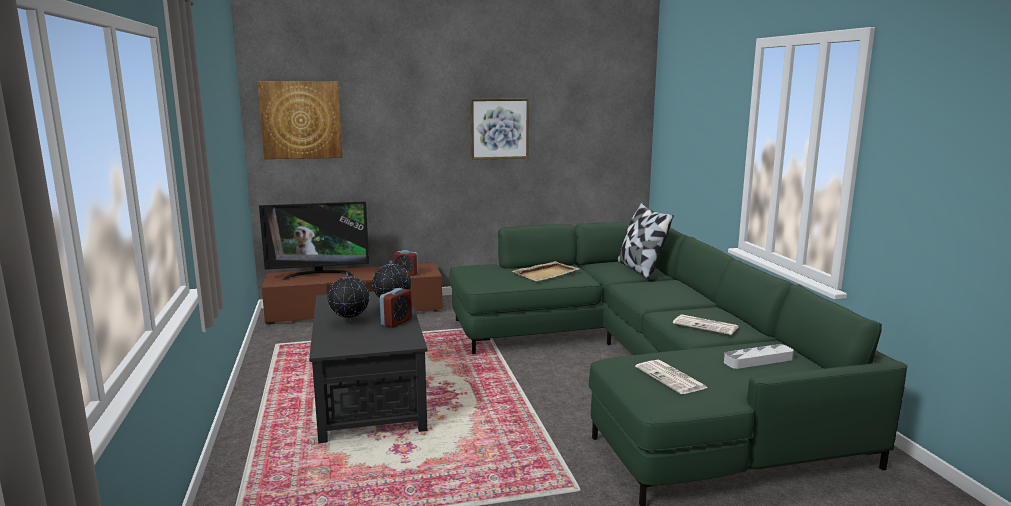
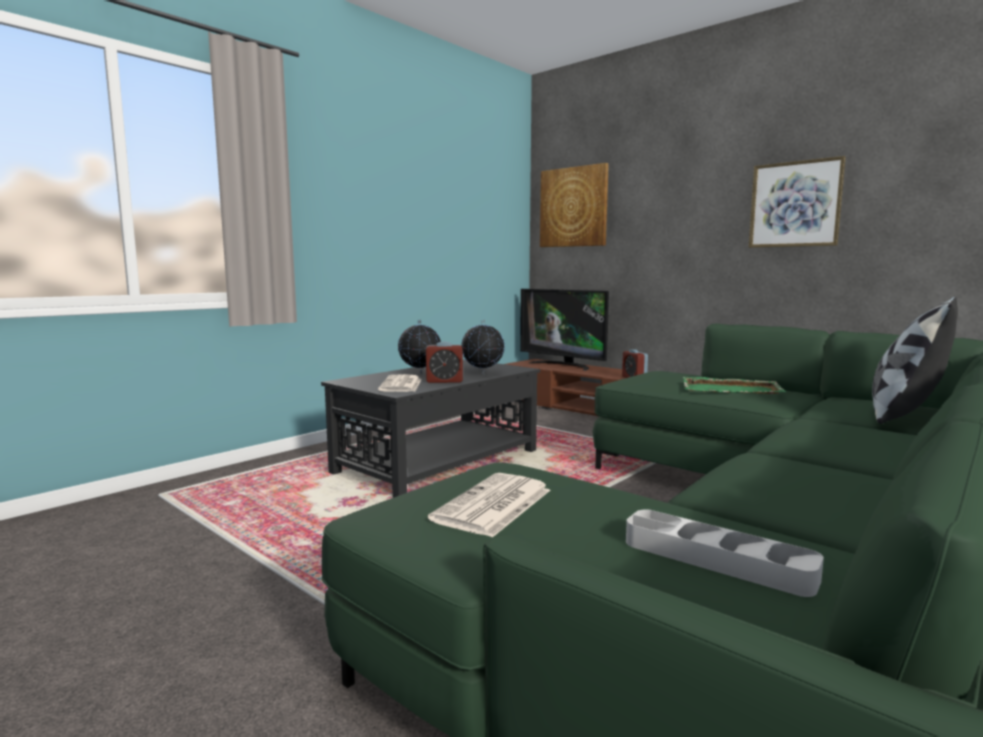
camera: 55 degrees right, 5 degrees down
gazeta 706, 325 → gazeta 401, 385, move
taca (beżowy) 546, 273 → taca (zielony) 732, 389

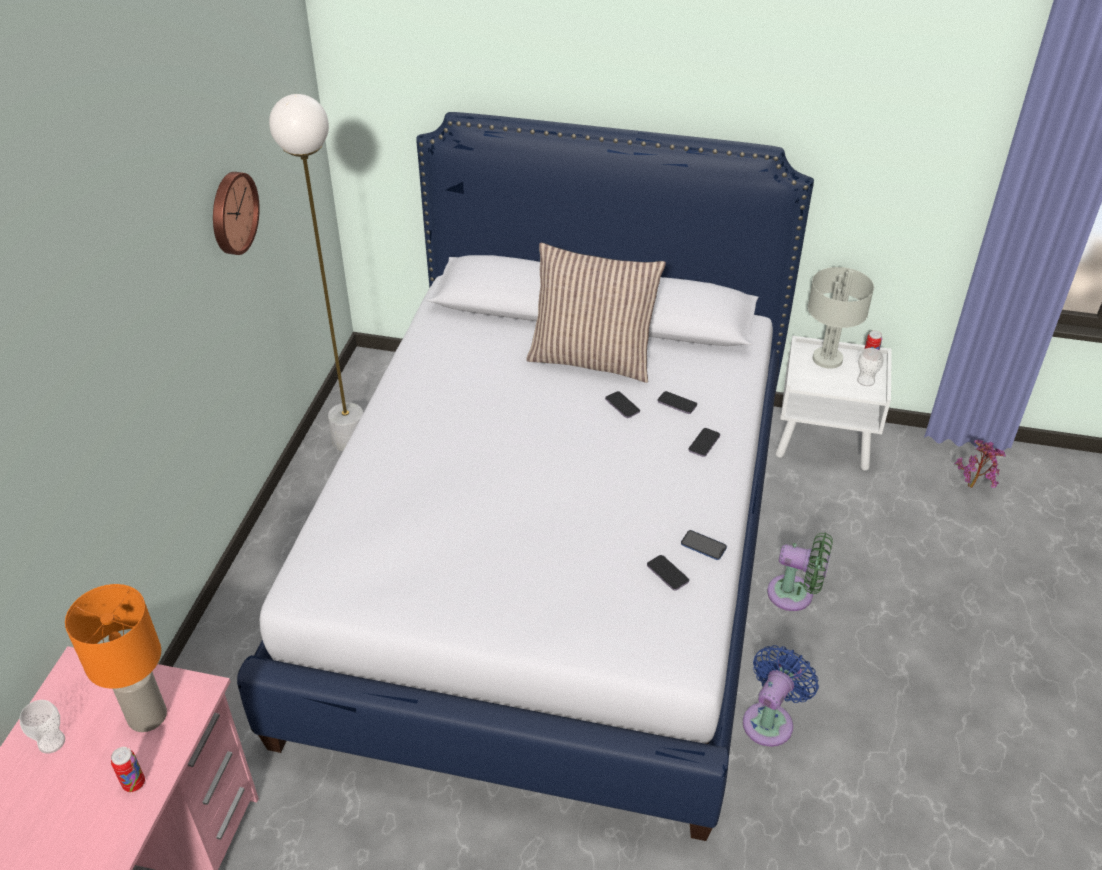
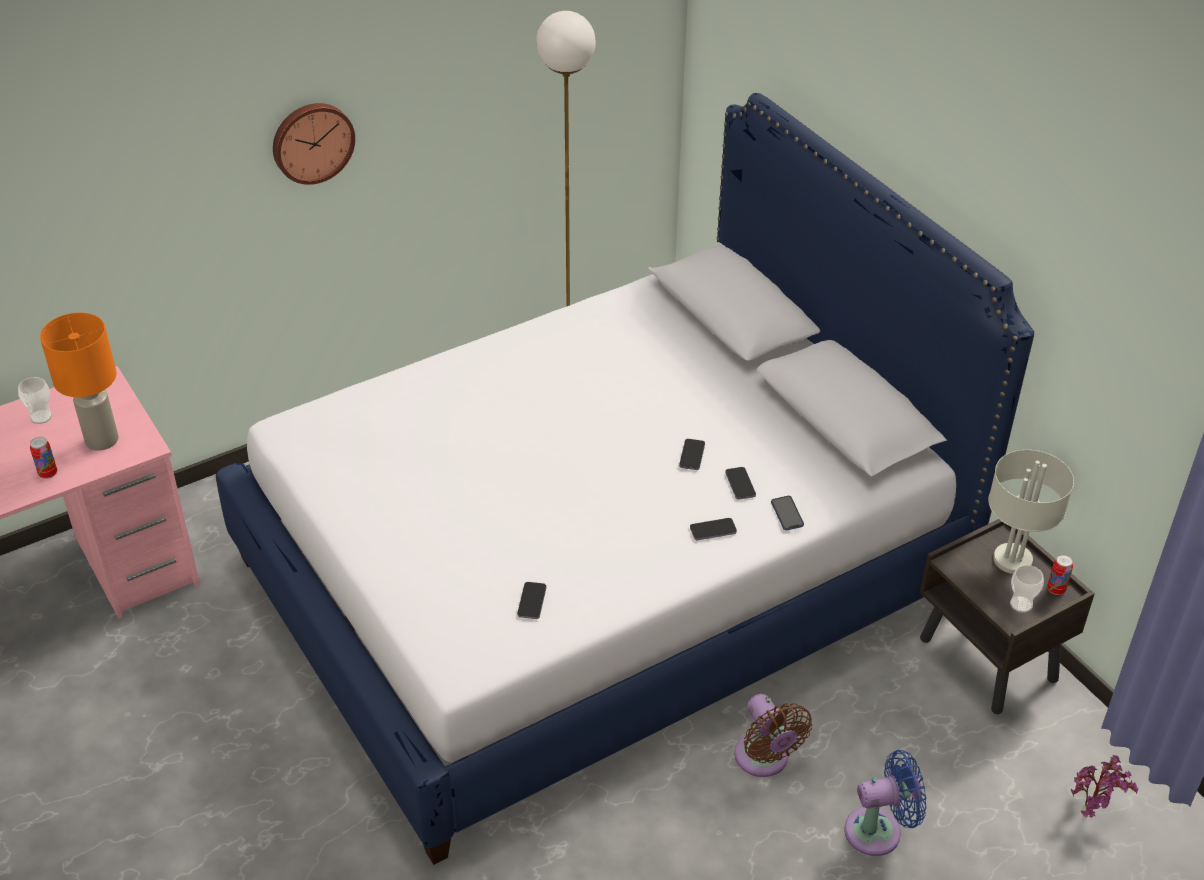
camera: 45 degrees right, 0 degrees up
zegar ścienny 232, 213 → zegar ścienny 312, 141, move
wentylator (zielony) 795, 595 → wentylator (brązowy) 764, 760
telefon 703, 546 → telefon 787, 514, move
wentylator (niebieski) 770, 720 → wentylator (niebieski) 879, 831, move
szafka nocna (biały) 824, 442 → szafka nocna (brązowy) 989, 660
poduszka 592, 359 → -

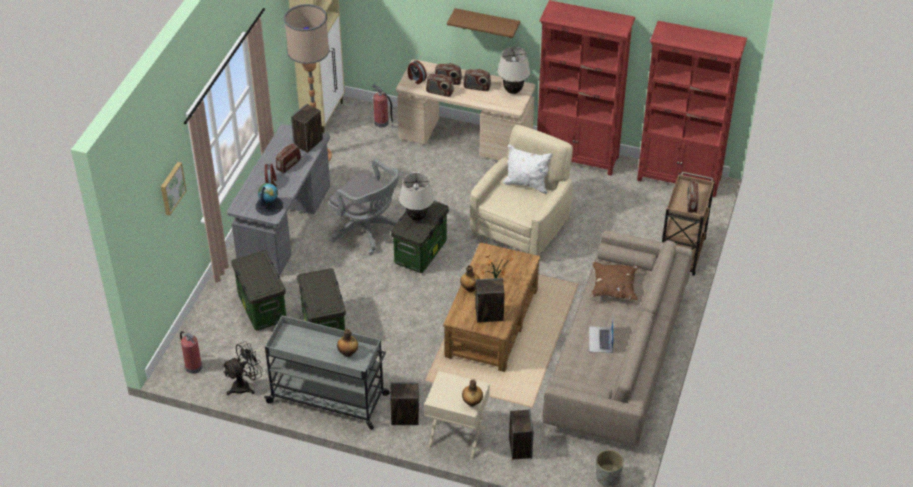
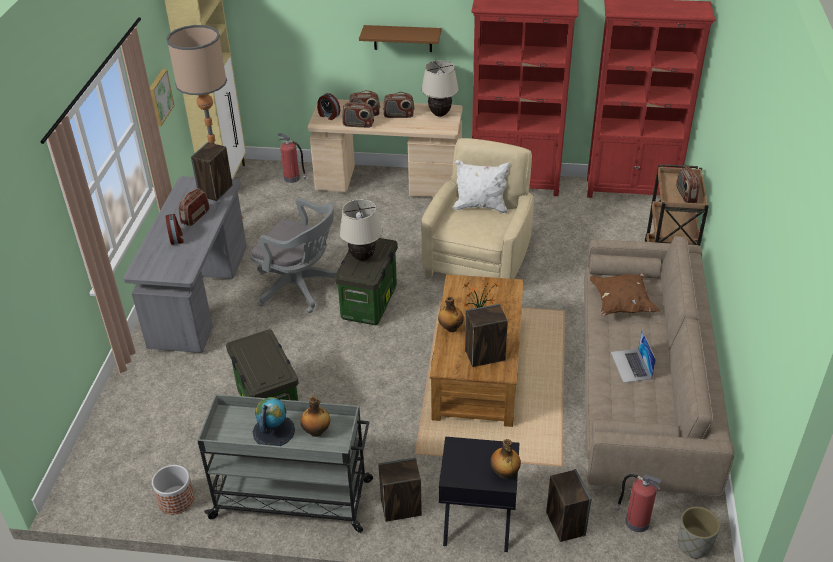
camera: 10 degrees left, 5 degrees down
obraz 171, 188 → obraz 159, 97, move
wentylator (czarny) 245, 385 → donica 176, 500
globus 269, 205 → globus 273, 431, move
szafka nocna (beżowy) 456, 438 → szafka nocna (czarny) 477, 524
gaśnica 193, 366 → gaśnica 636, 521, move
pojemnik do przechowywania 261, 308 → -

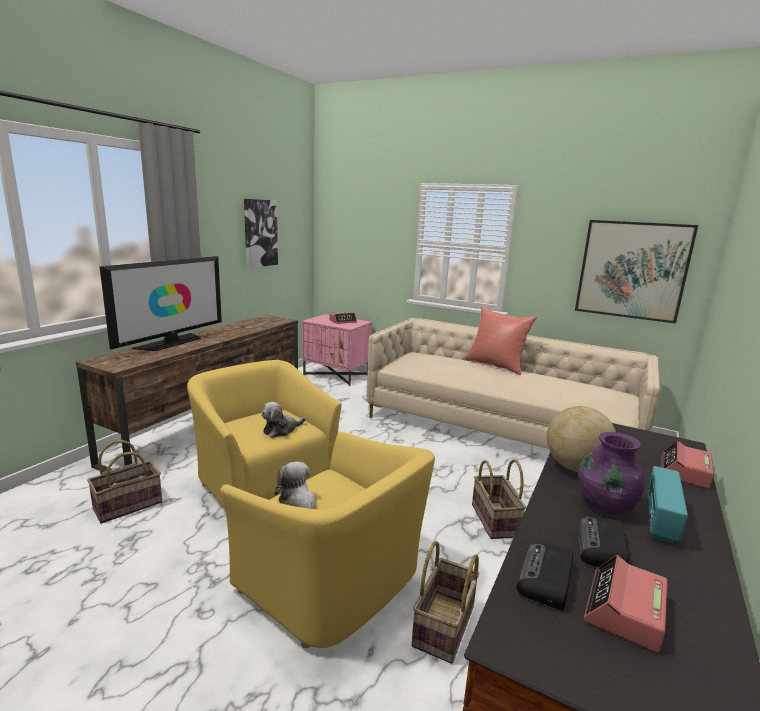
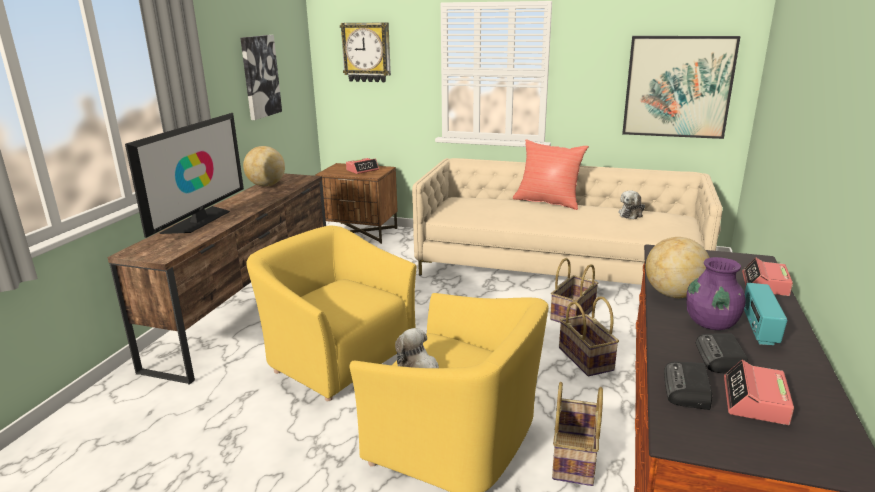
camera: 10 degrees left, 5 degrees up
- → globus 266, 185
szafka nocna (różowy) 336, 375 → szafka nocna (brązowy) 360, 233
- → zegar ścienny 366, 52
koszyk 128, 505 → koszyk 572, 313, move
pluszak 281, 430 → pluszak 631, 214, move

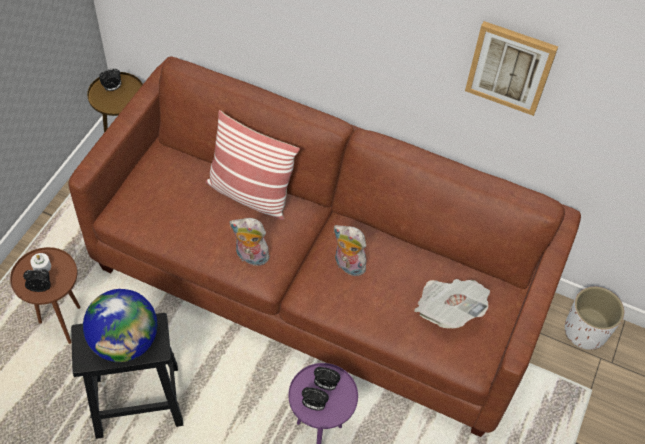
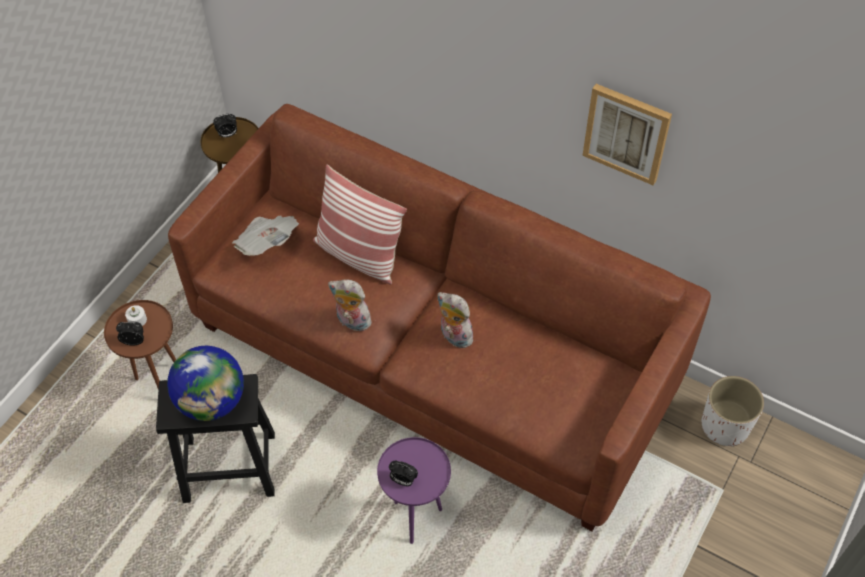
camera: 10 degrees right, 0 degrees up
gazeta 448, 309 → gazeta 267, 244, move
budzik 325, 385 → -

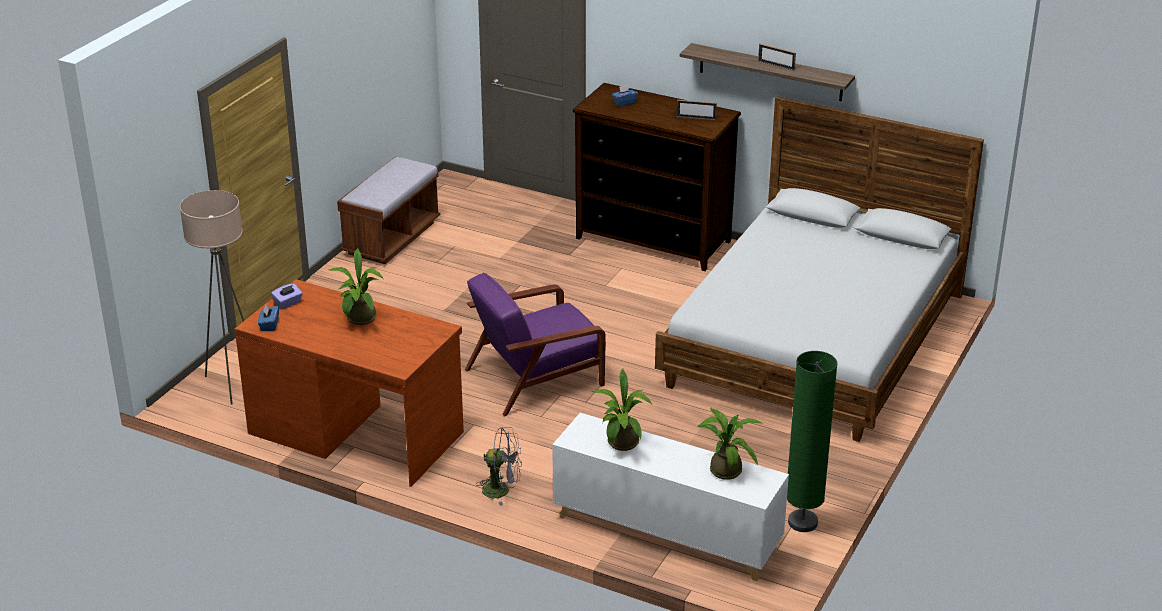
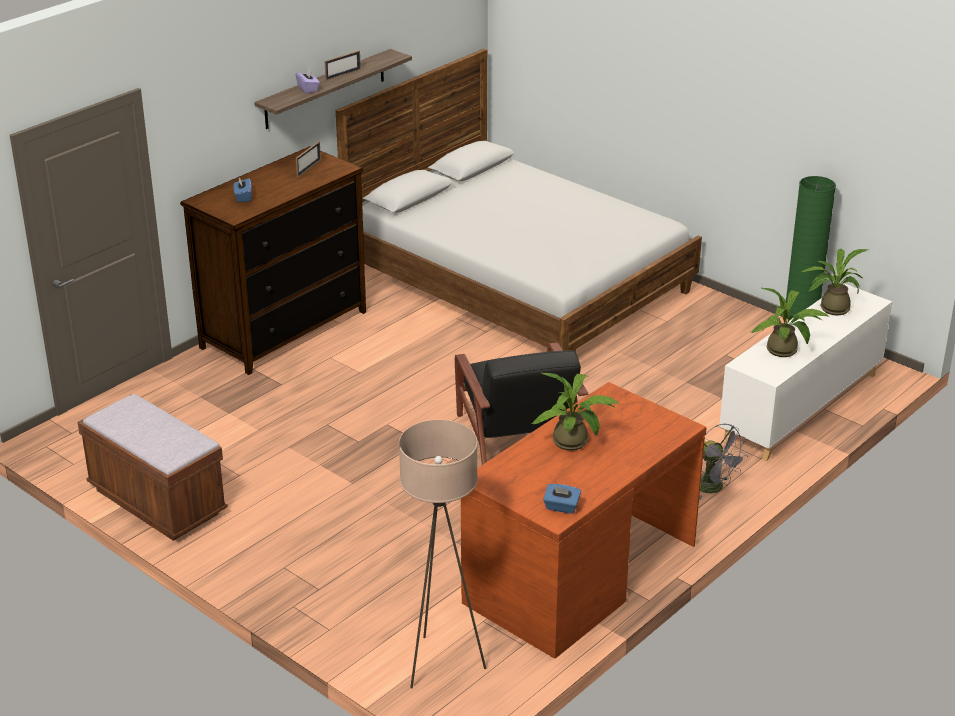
camera: 75 degrees left, 0 degrees up
pudełko chusteczek (fioletowy) 288, 303 → pudełko chusteczek (fioletowy) 308, 89, move
fotel (fioletowy) 537, 376 → fotel (czarny) 518, 439
wentylator (szary) 502, 490 → wentylator (szary) 714, 488, 120 degrees clockwise

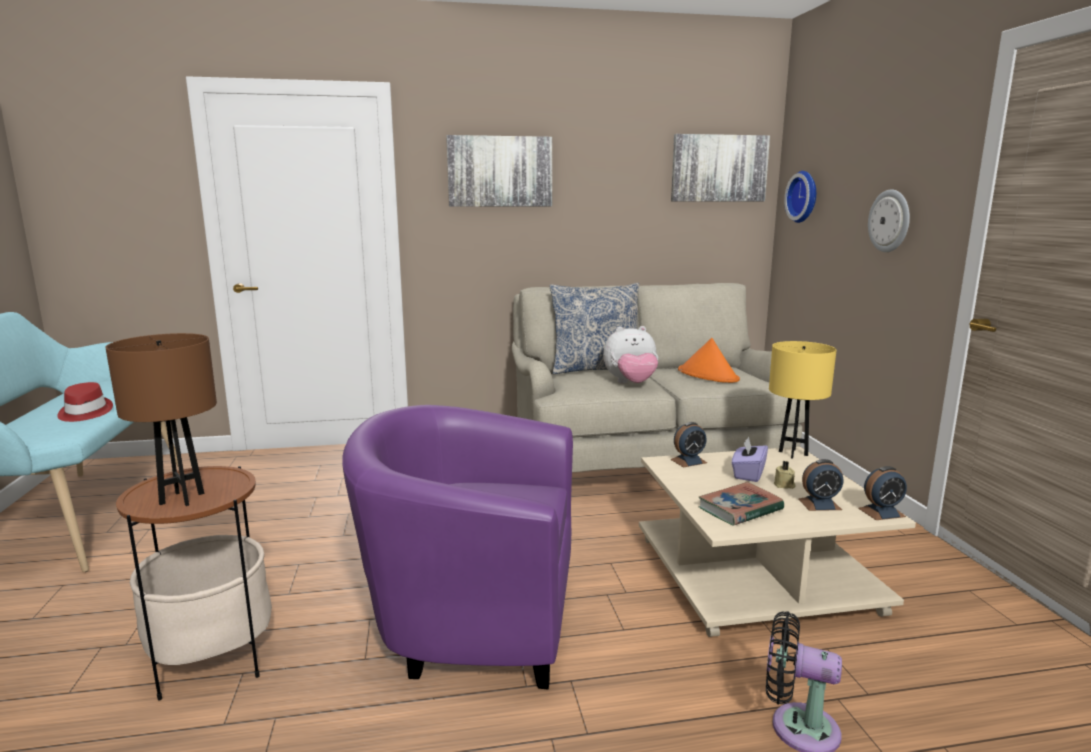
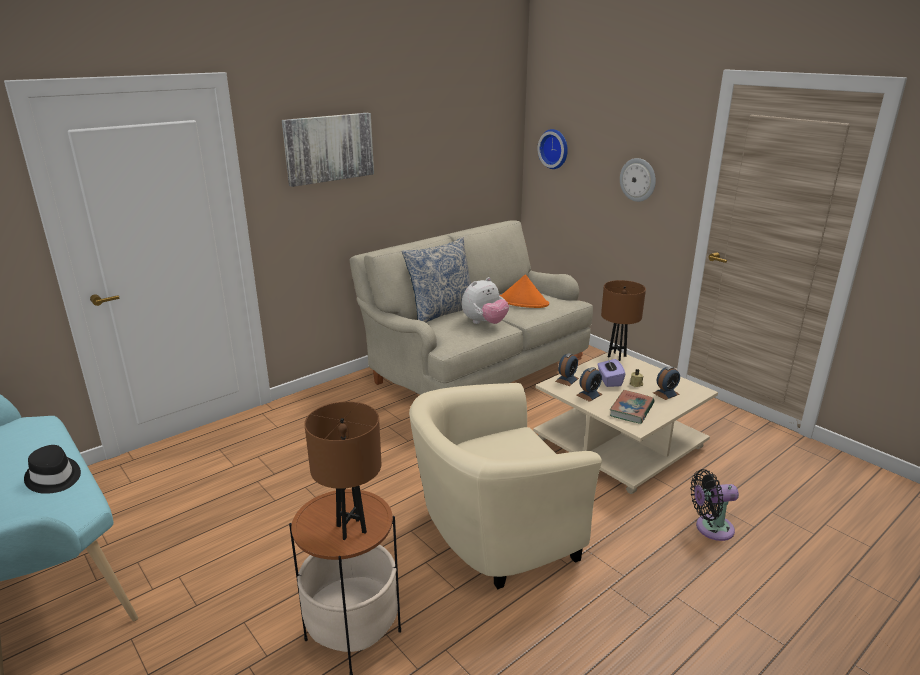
camera: 30 degrees left, 10 degrees up
kapelusz (czerwony) 84, 413 → kapelusz (czarny) 53, 478
fotel (fioletowy) 471, 620 → fotel (beżowy) 492, 536
budzik 881, 512 → budzik 589, 395, move
lampa stołowa (żółty) 793, 453 → lampa stołowa (brązowy) 617, 356
obraz 719, 168 → -

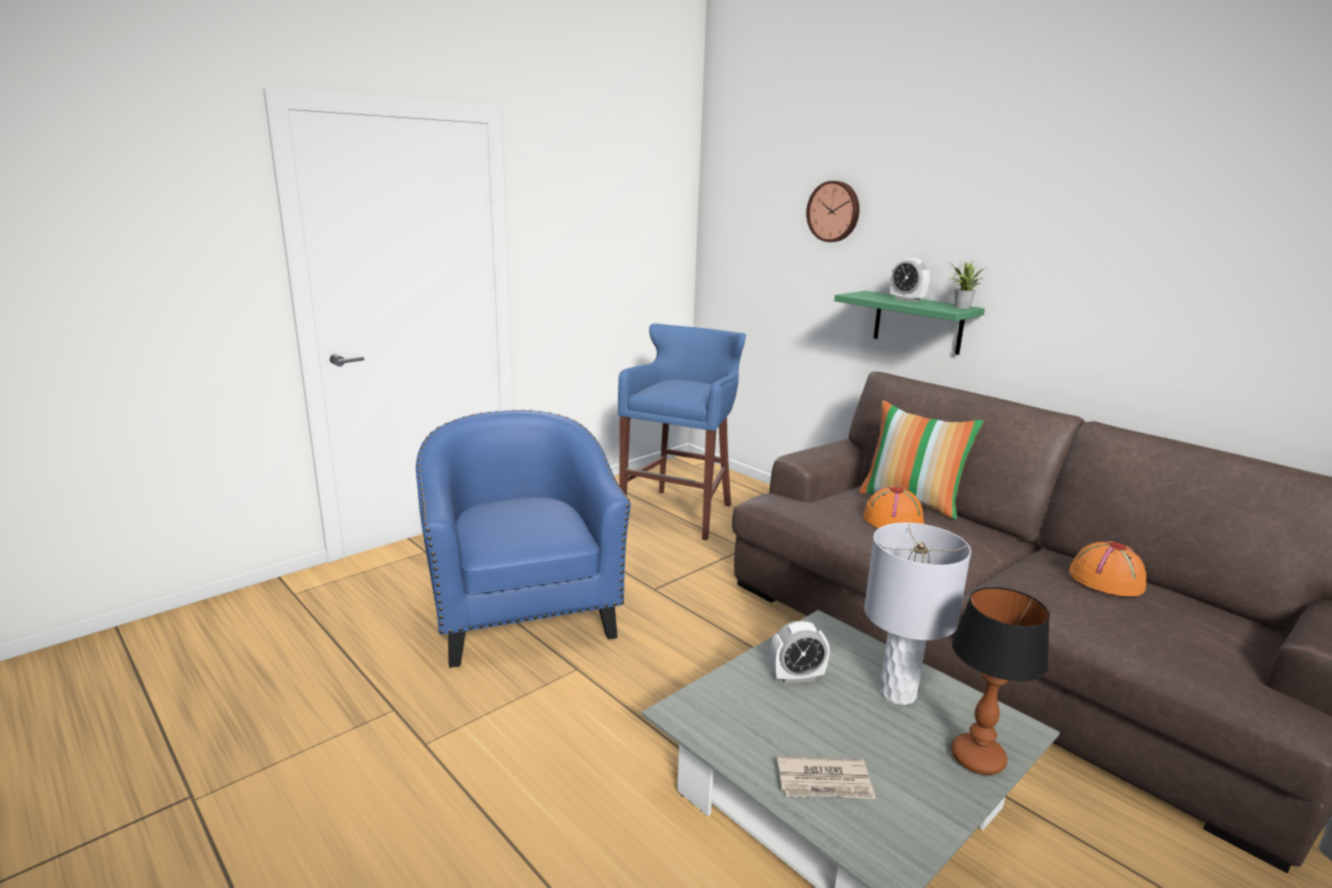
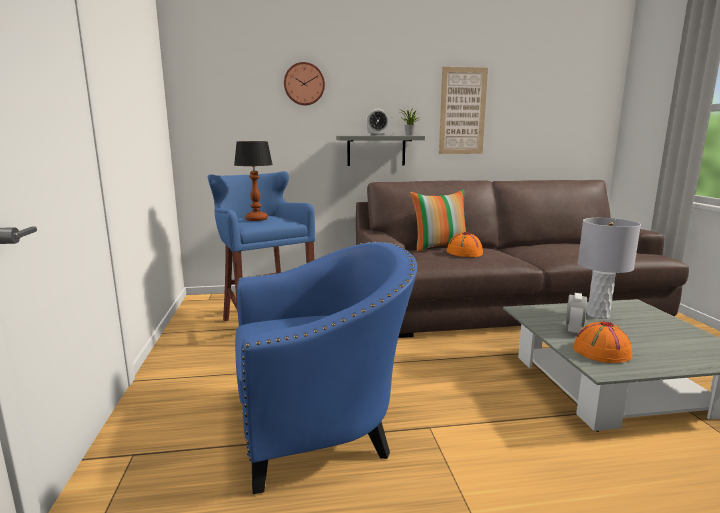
camera: 55 degrees left, 5 degrees down
lampa stołowa 977, 757 → lampa stołowa 256, 219, move
fotel (niebieski) 523, 612 → fotel (niebieski) 322, 428, 150 degrees clockwise
półka (zielony) 918, 322 → półka (szary) 376, 150
- → obraz 462, 111
kapelusz (pomarańczowy) 1105, 579 → kapelusz (pomarańczowy) 601, 352, move
gazeta 825, 782 → -

